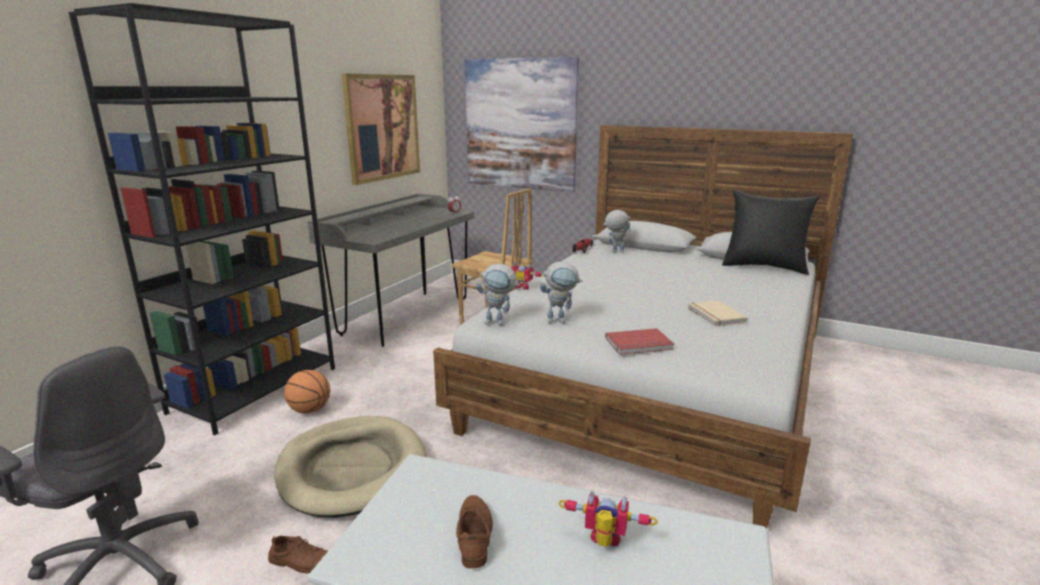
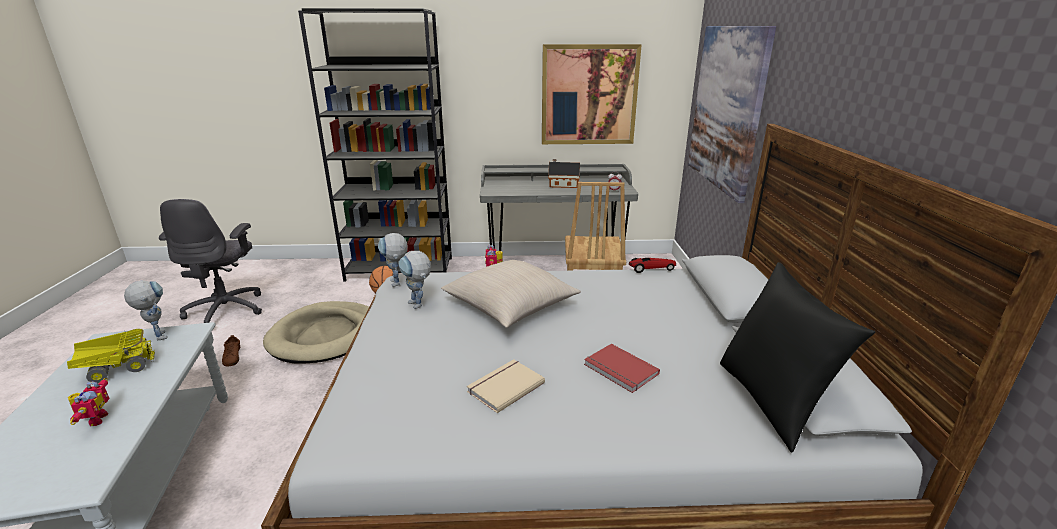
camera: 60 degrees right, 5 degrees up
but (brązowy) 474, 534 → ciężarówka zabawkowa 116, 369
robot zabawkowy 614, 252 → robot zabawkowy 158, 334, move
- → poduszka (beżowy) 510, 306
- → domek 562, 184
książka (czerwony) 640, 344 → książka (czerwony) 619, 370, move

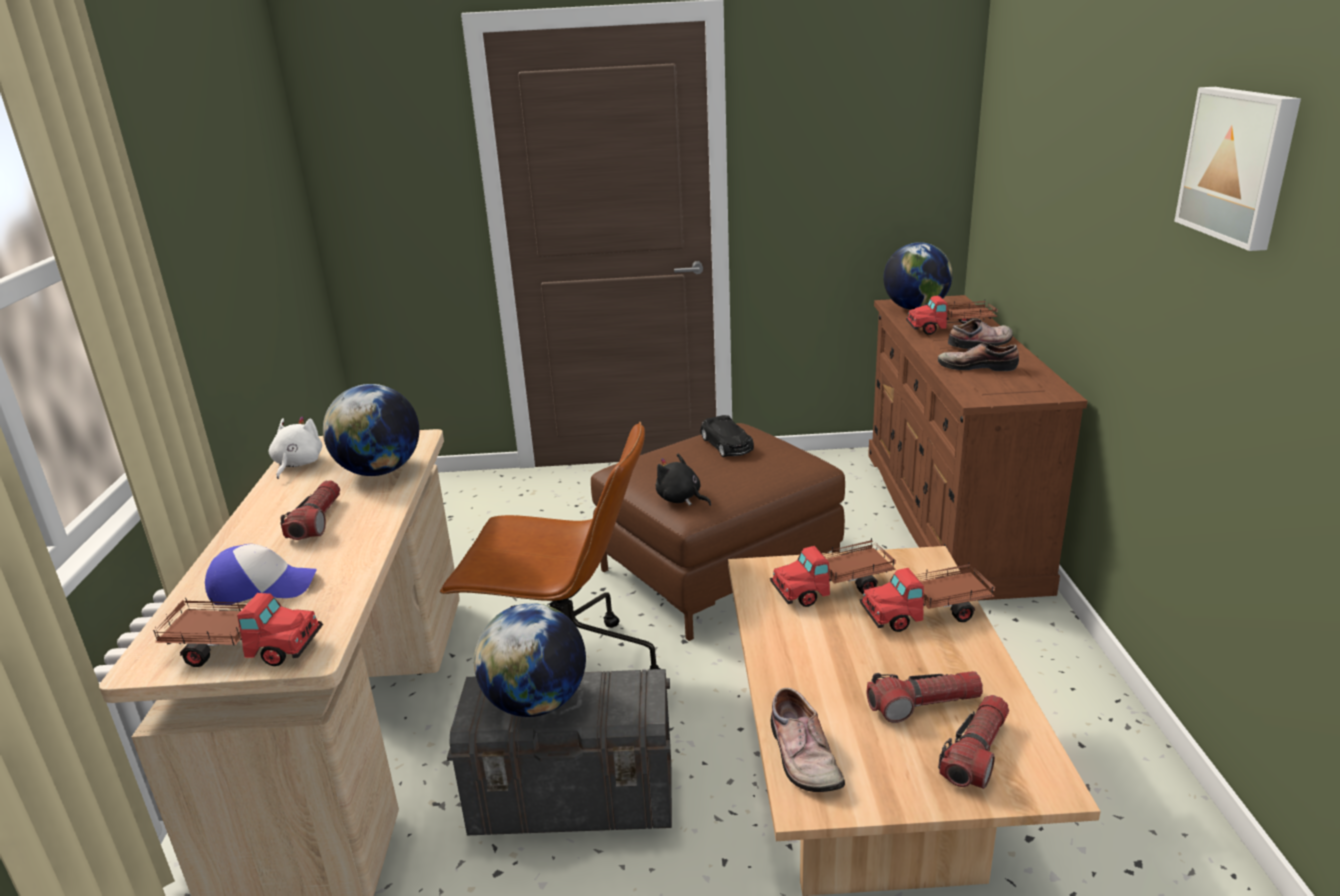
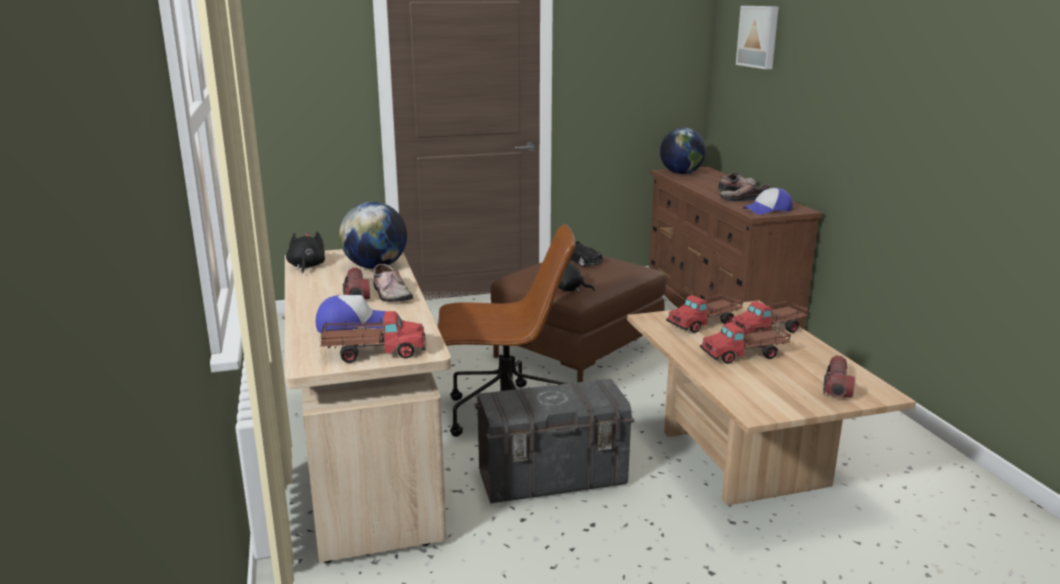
camera: 15 degrees left, 5 degrees down
pluszak (biały) 297, 464 → pluszak (czarny) 306, 266
but 801, 755 → but 390, 294, move
ciężarówka zabawkowa 951, 328 → ciężarówka zabawkowa 745, 354, move
obraz 1240, 165 → obraz 759, 36, move
- → czapka z daszkiem 768, 210
globus 536, 703 → -
latarka 923, 704 → -

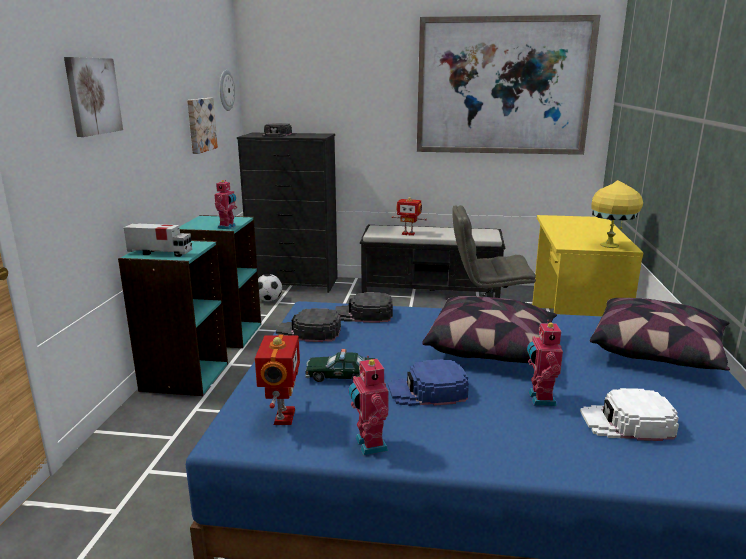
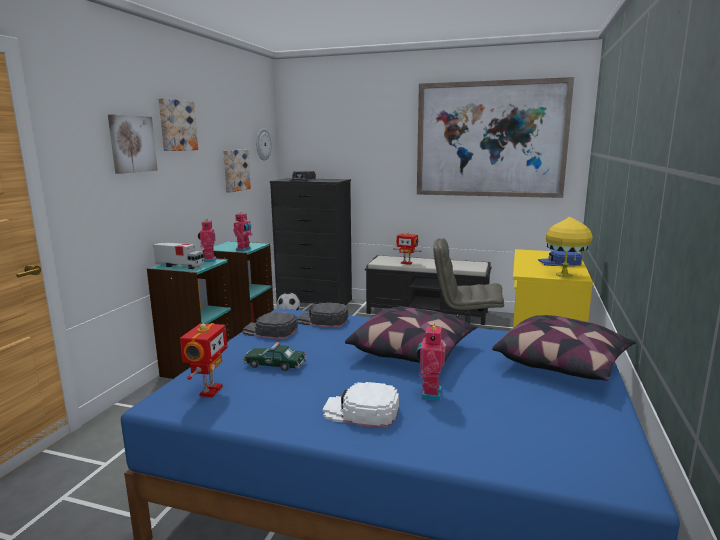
camera: 10 degrees right, 5 degrees down
- → obraz 176, 125
robot zabawkowy 369, 445 → robot zabawkowy 208, 260, move
czapka z daszkiem (biały) 627, 423 → czapka z daszkiem (biały) 361, 411, move
czapka z daszkiem (niebieski) 428, 391 → czapka z daszkiem (niebieski) 559, 263, move

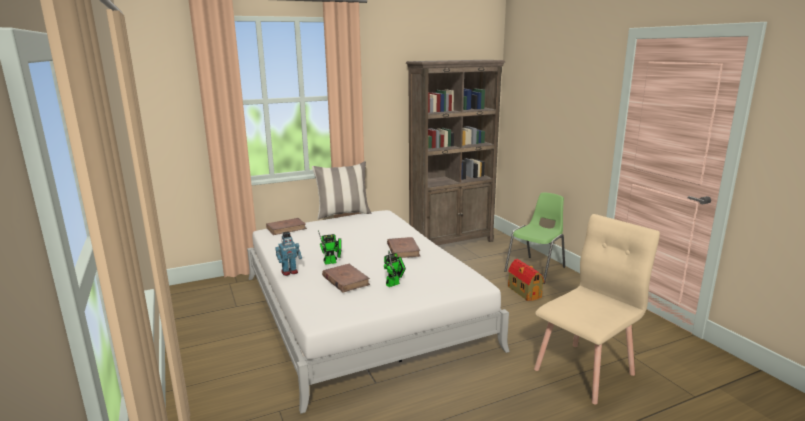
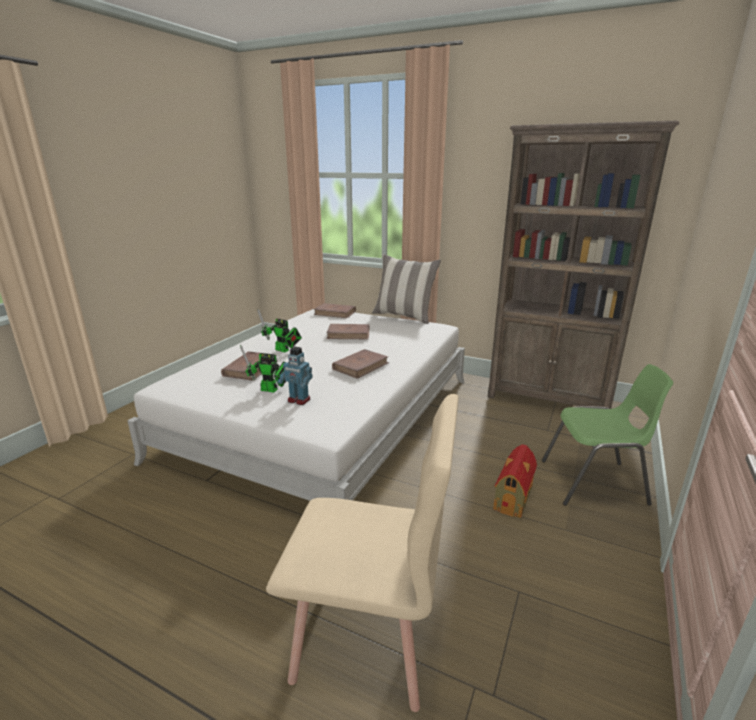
camera: 50 degrees right, 5 degrees up
robot zabawkowy 289, 272 → robot zabawkowy 298, 400, move
- → książka (brązowy) 349, 334

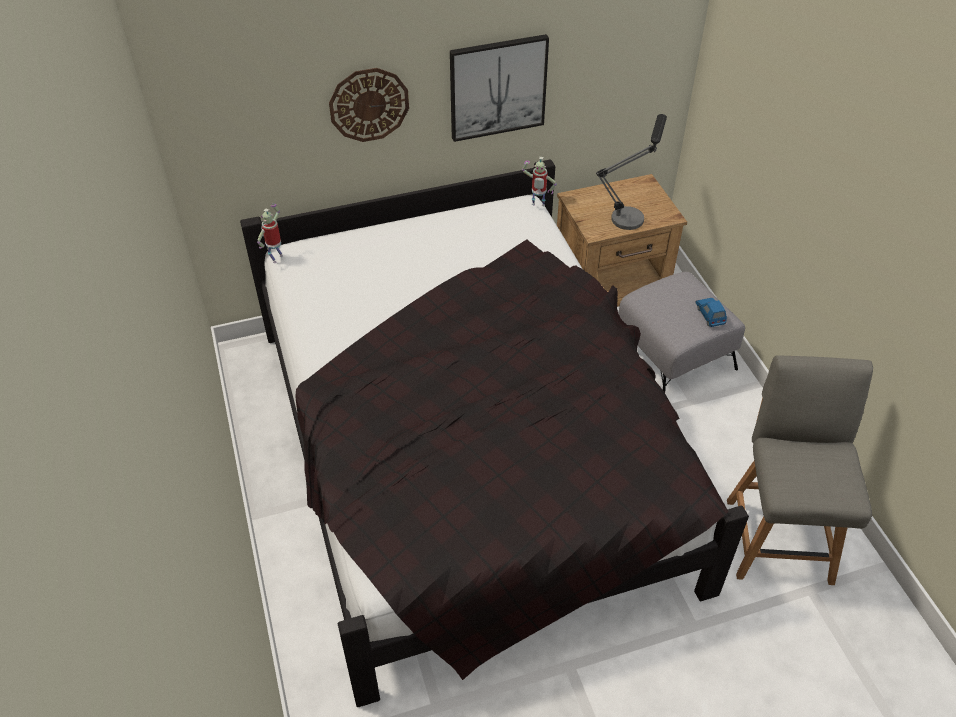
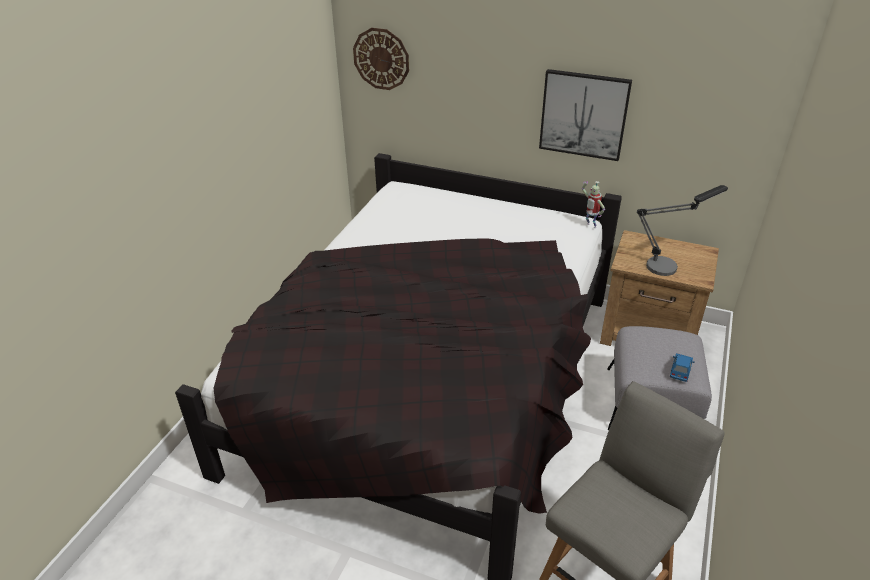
camera: 40 degrees right, 10 degrees down
zegar ścienny 369, 104 → zegar ścienny 381, 59, move
robot zabawkowy 276, 258 → -

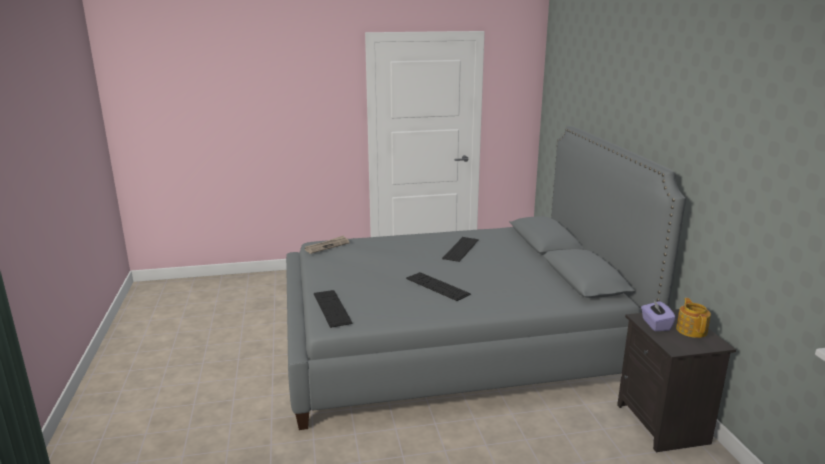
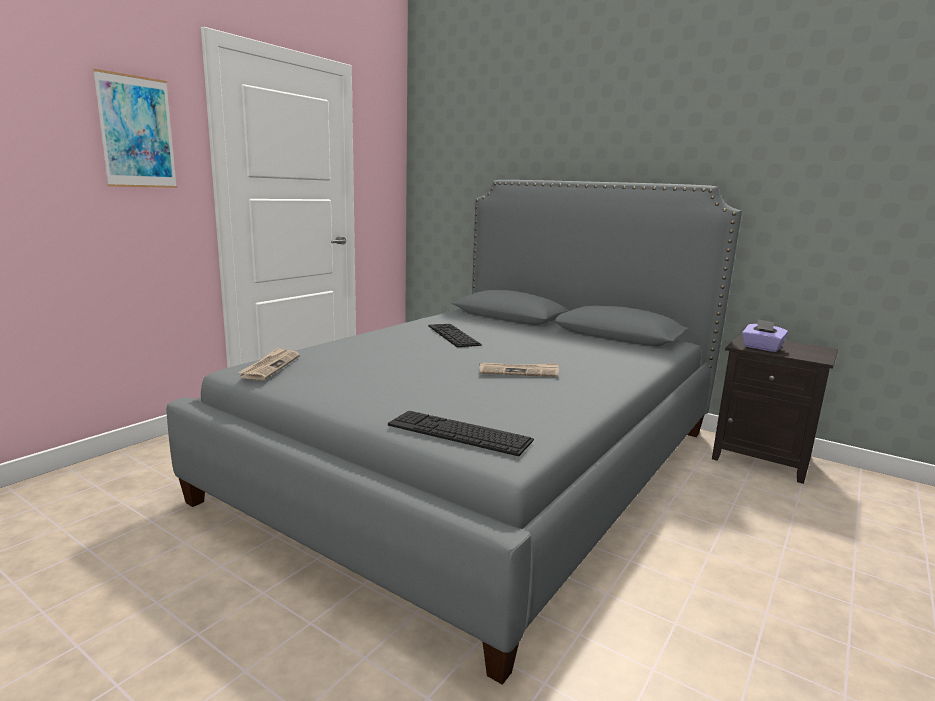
camera: 45 degrees left, 5 degrees down
- → obraz 137, 132
klawiatura 437, 286 → gazeta 519, 372
imbryk 691, 330 → -

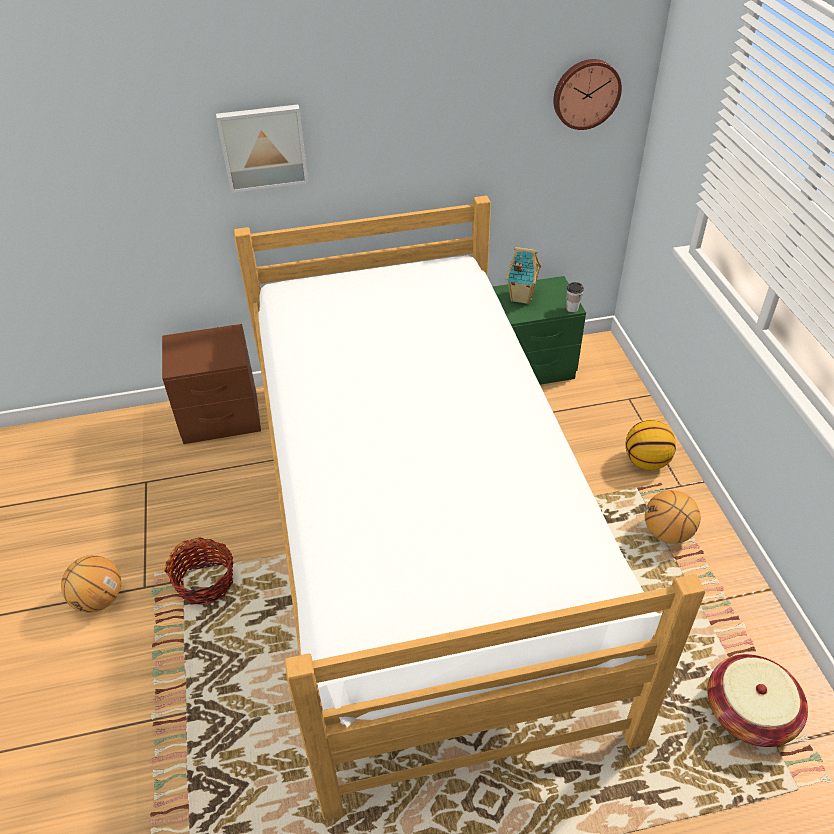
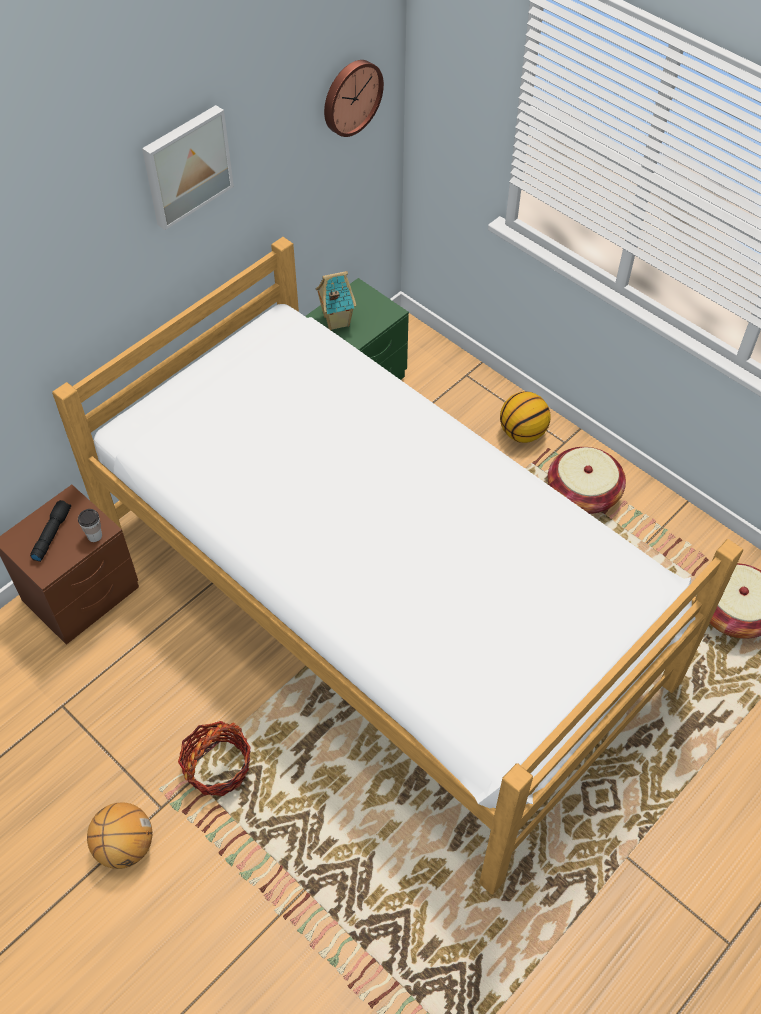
camera: 35 degrees left, 10 degrees up
- → latarka (czarny) 51, 534
filiżanka 572, 308 → filiżanka 94, 536, move
obraz 263, 147 → obraz 186, 165, move
piłka do koszykówki 667, 533 → koszyk 583, 493

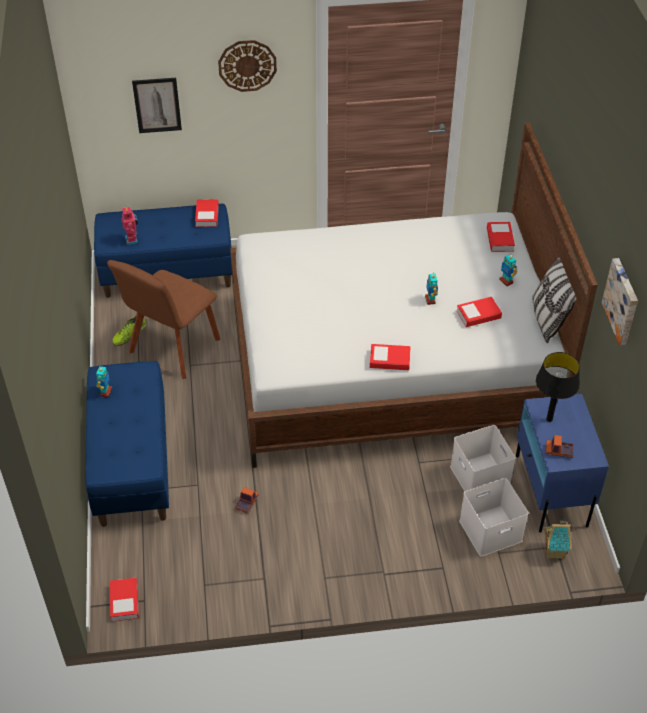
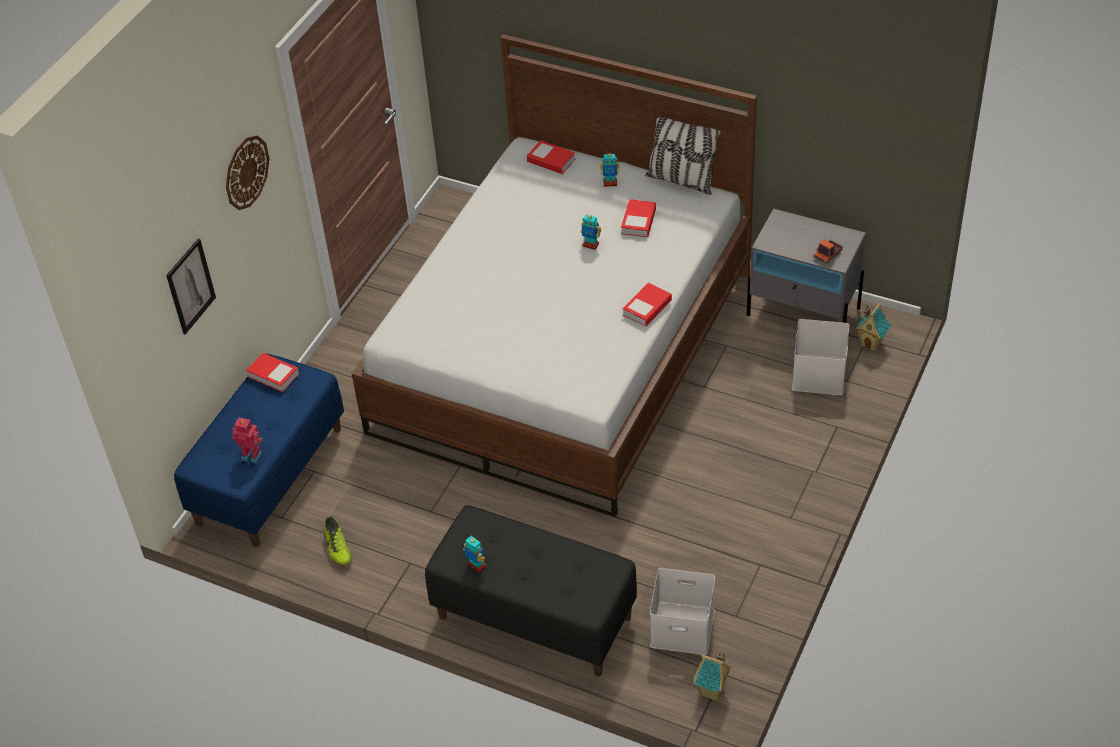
camera: 55 degrees left, 0 degrees up
ławka (niebieski) 131, 464 → ławka (czarny) 533, 617
pojemnik do przechowywania (biały) 481, 476 → pojemnik do przechowywania (biały) 684, 627, move
książka 124, 601 → domek 712, 691
szafka nocna (niebieski) 551, 490 → szafka nocna (szary) 803, 312
krzesło (brązowy) 172, 349 → -
ciężarówka zabawkowa 247, 503 → -
lampa stołowa (czarny) 549, 419 → -
obraz 622, 301 → -

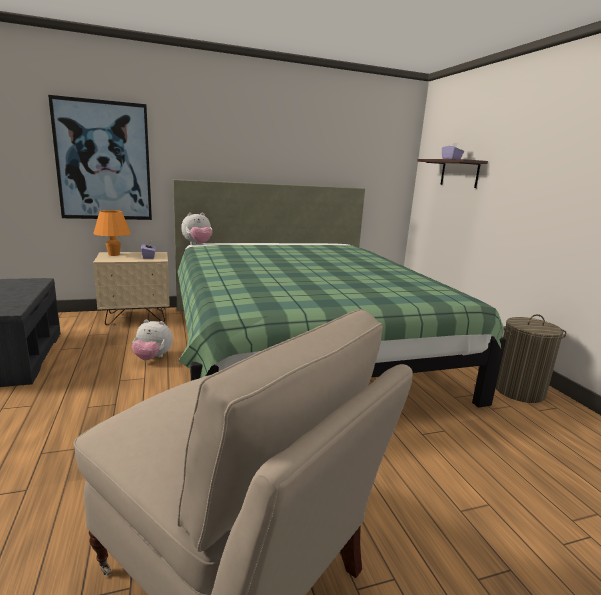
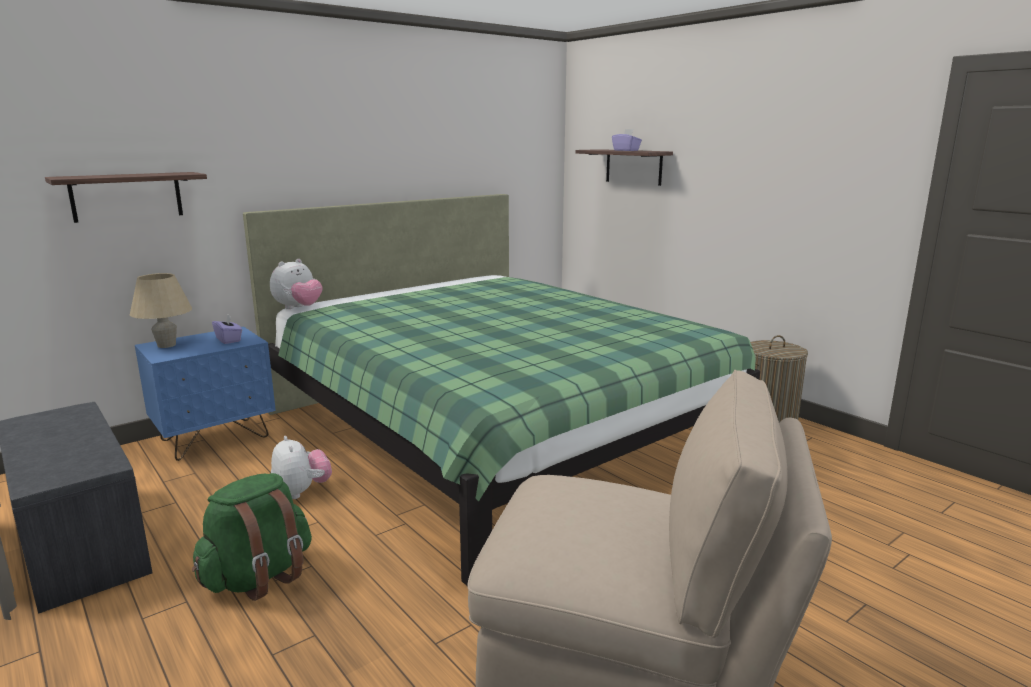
camera: 20 degrees left, 0 degrees up
obraz 104, 161 → półka 127, 196
lampa stołowa (pomarańczowy) 114, 254 → lampa stołowa (beżowy) 166, 345
szafka nocna (beżowy) 137, 317 → szafka nocna (niebieski) 215, 438
- → plecak (zielony) 259, 577
pluszak 152, 358 → pluszak 302, 492, 105 degrees counterclockwise

